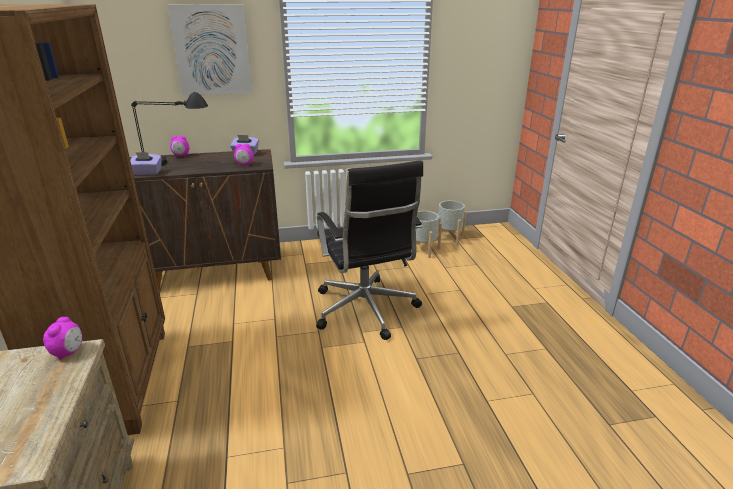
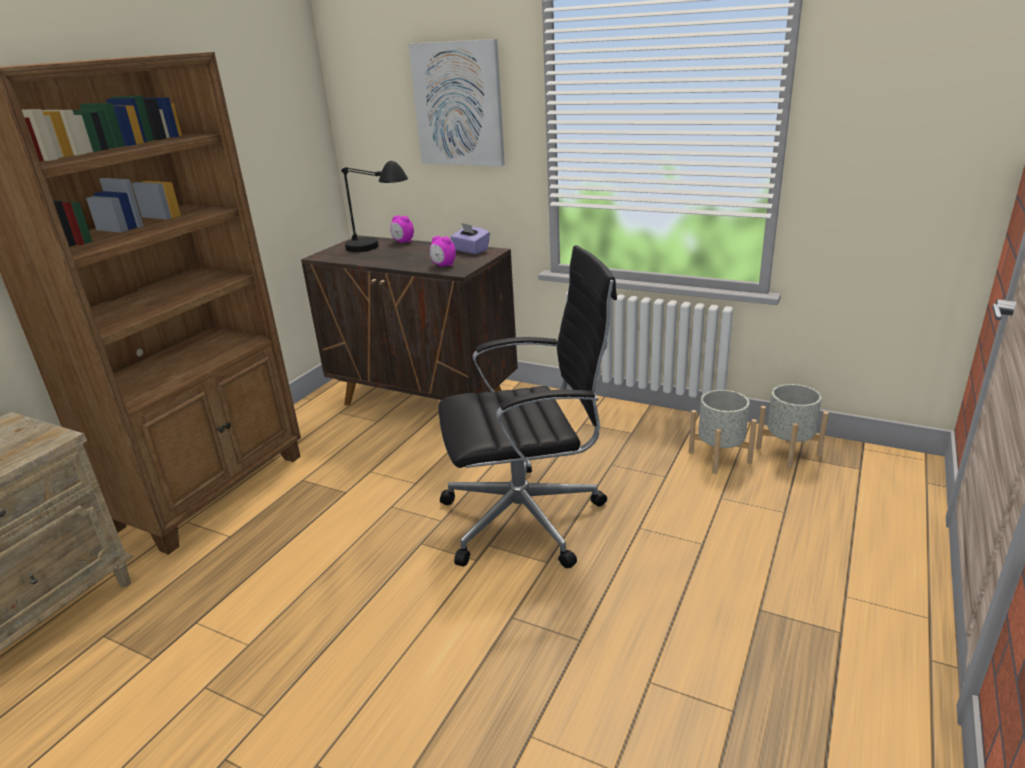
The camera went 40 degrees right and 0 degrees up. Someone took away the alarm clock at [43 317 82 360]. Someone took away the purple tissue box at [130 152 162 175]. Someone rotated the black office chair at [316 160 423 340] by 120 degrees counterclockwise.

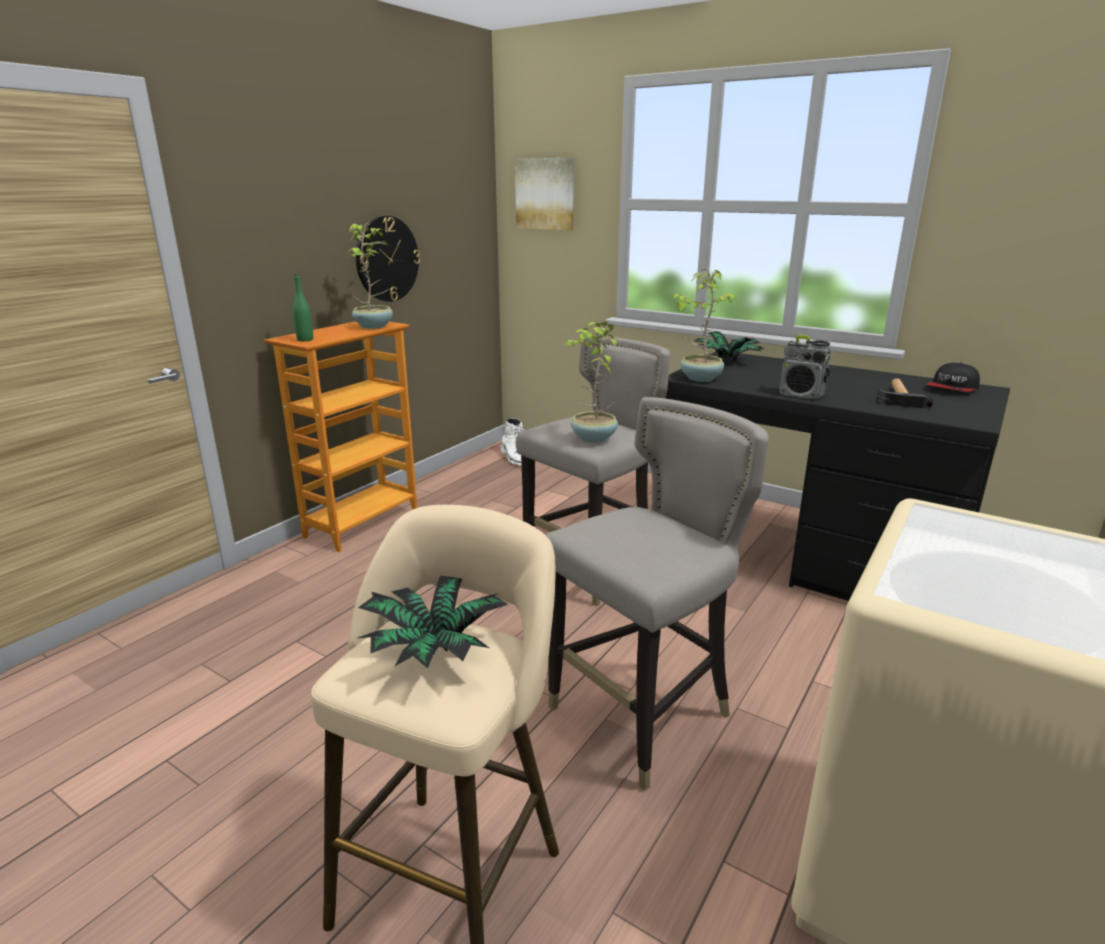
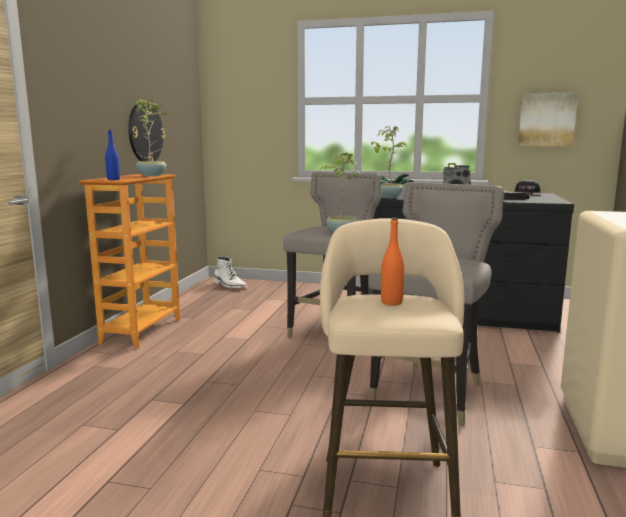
The camera went 20 degrees left and 10 degrees down. Someone repainted the green bottle at [293 274 313 341], which became the blue bottle at [105 130 120 180]. Someone swapped the potted plant at [358 576 508 669] for the orange bottle at [381 218 404 306]. Someone carried the picture from [515 158 574 230] to [518 92 578 146].

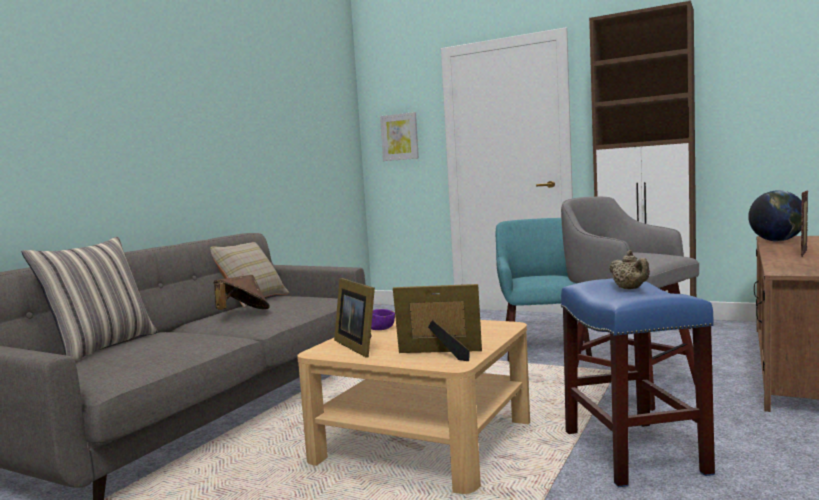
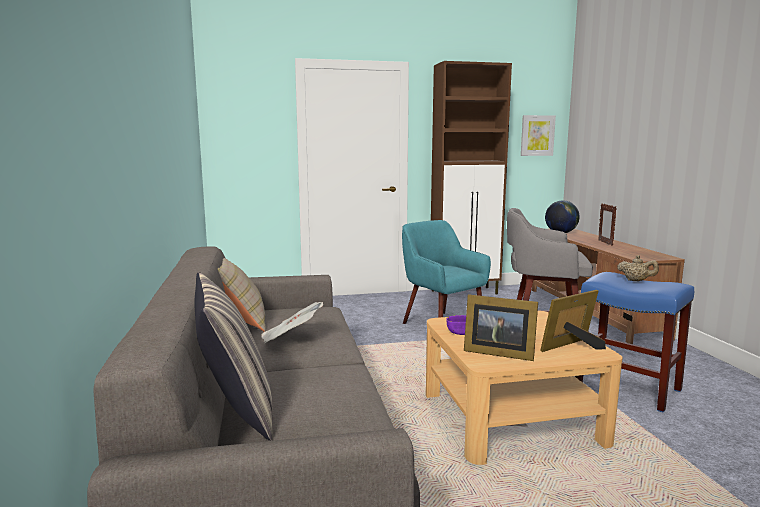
The camera went 40 degrees left and 5 degrees up. Someone swapped the brown hat at [214 275 270 310] for the newspaper at [262 302 323 343]. Someone carried the picture from [380 112 419 161] to [521 115 556 156].

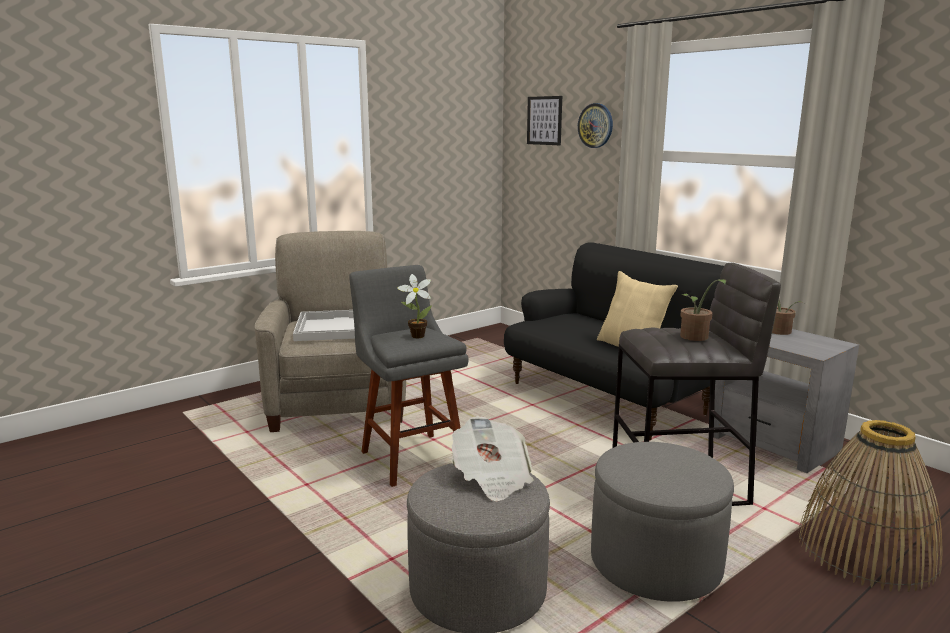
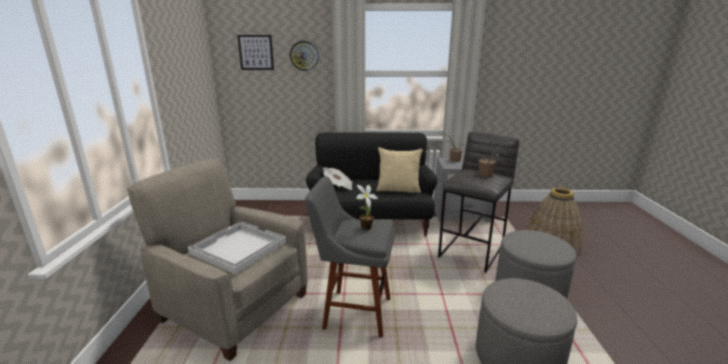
The camera went 50 degrees left and 5 degrees up. Someone carried the newspaper from [452 416 534 501] to [323 167 353 190].

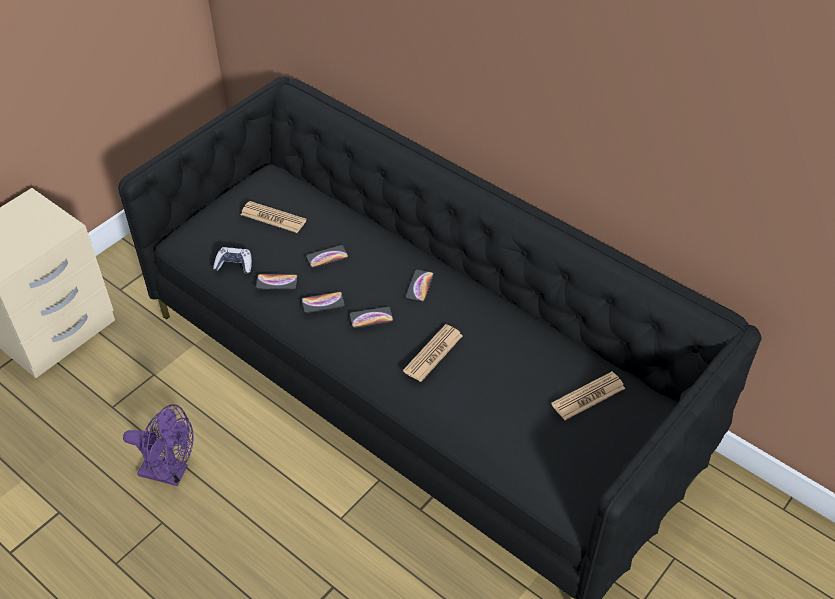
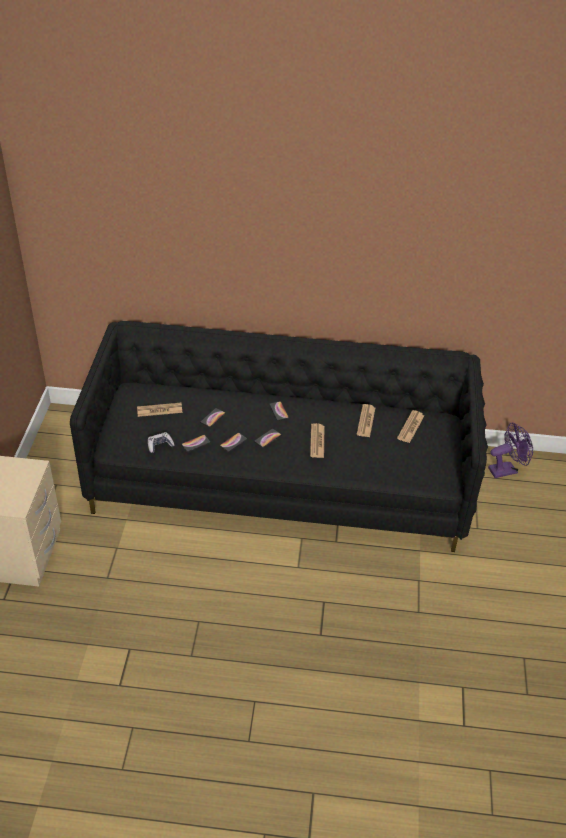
The camera went 35 degrees left and 5 degrees down. Someone carried the purple fan from [123 404 194 486] to [488 423 533 478]. Someone put down the newspaper at [356 404 375 437].

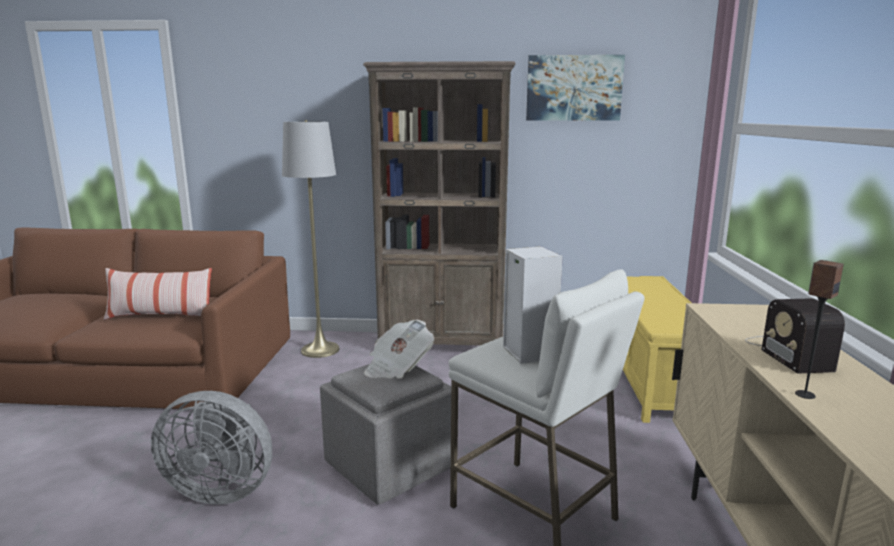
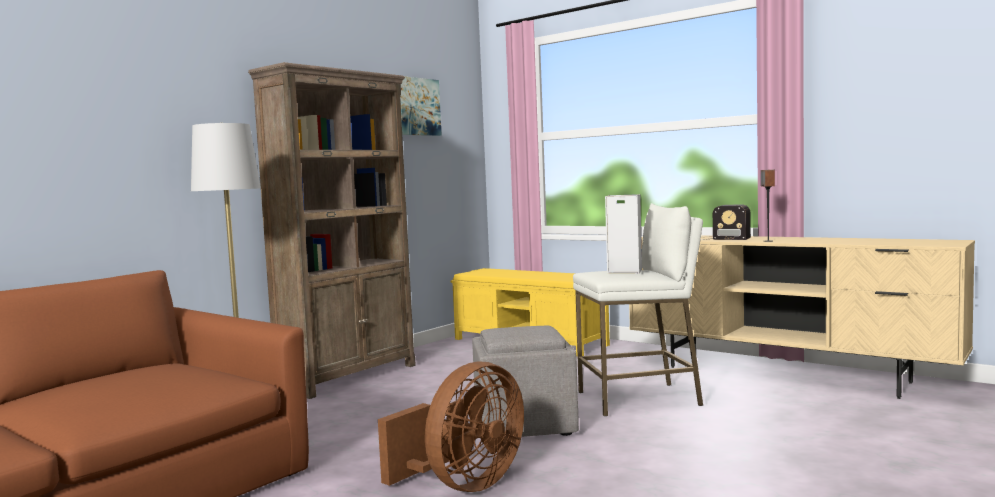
The camera went 55 degrees left and 10 degrees down. Someone took away the pillow at [104 268 212 320]. Someone repainted the grey fan at [151 391 272 505], which became the brown fan at [378 362 524 492]. Someone took away the newspaper at [364 320 434 379].

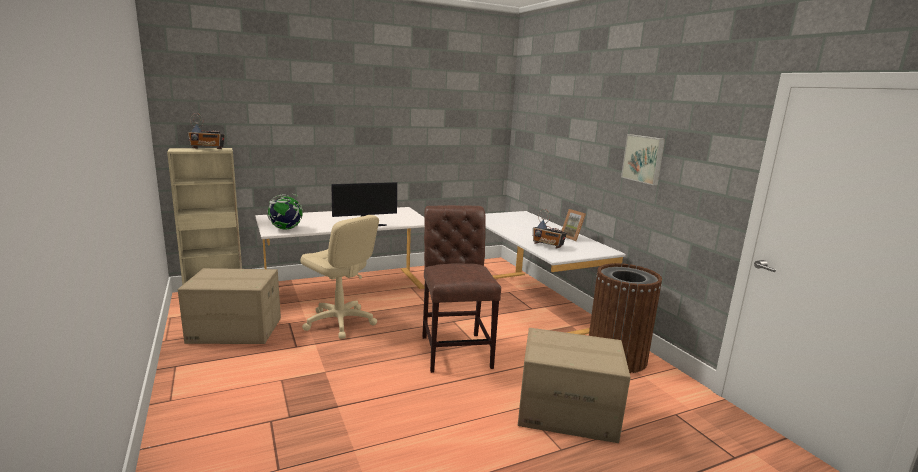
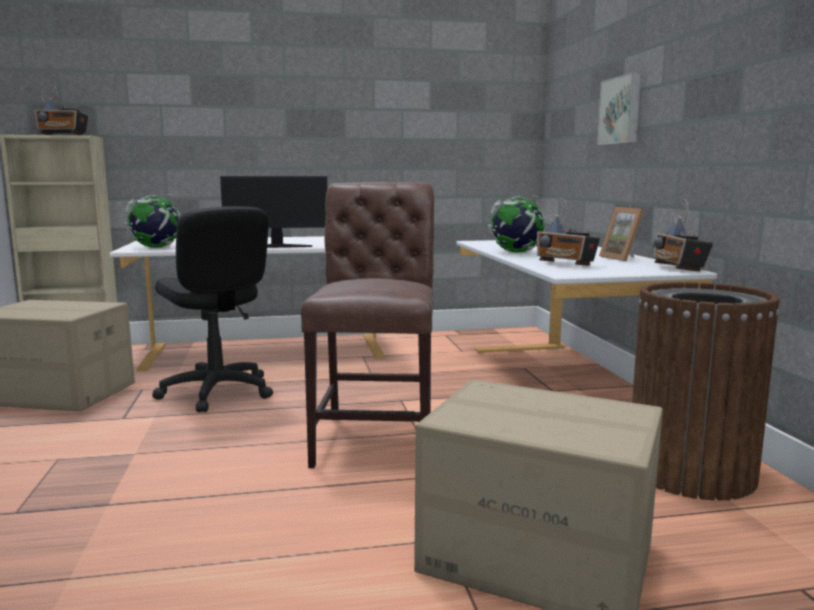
The camera went 15 degrees right and 5 degrees down. Someone repainted the beige office chair at [300 215 379 339], which became the black office chair at [152 206 273 412]. Someone carried the picture from [621 134 665 185] to [597 72 641 145]. Someone put down the globe at [488 196 546 253]. Someone put down the radio at [653 199 713 272].

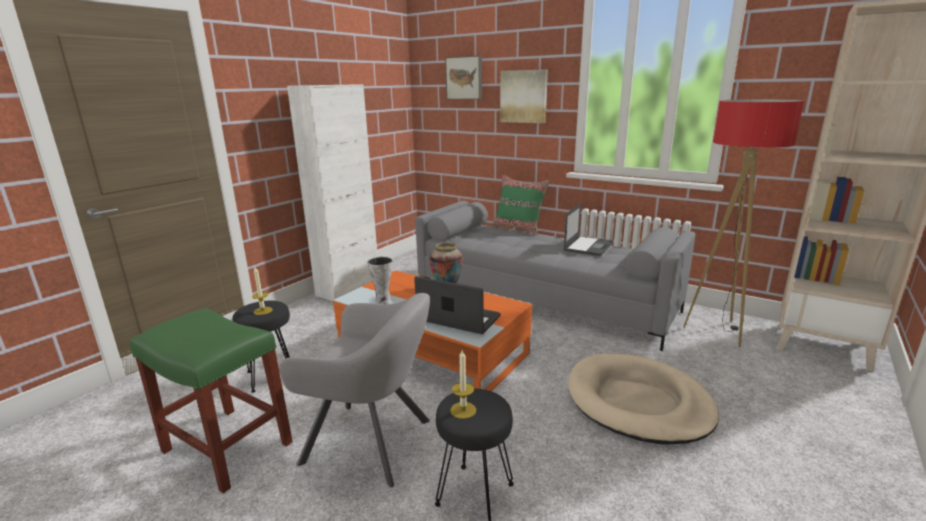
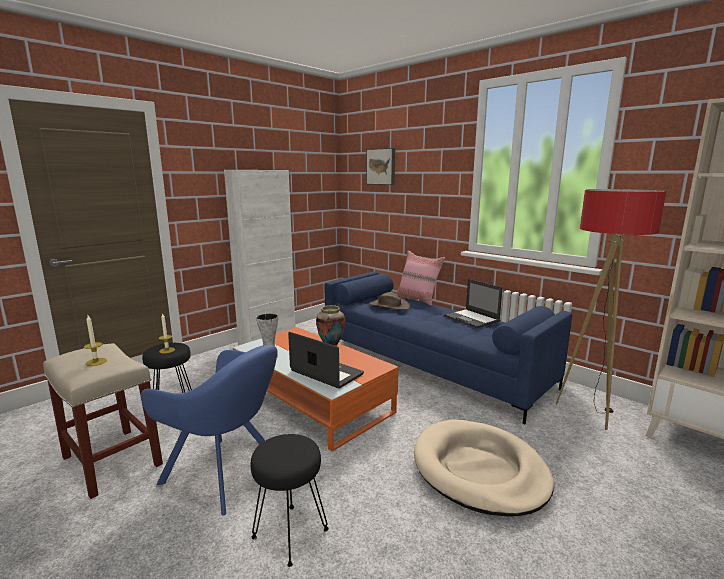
The camera went 10 degrees right and 5 degrees down. Someone repainted the green stool at [130 308 293 494], which became the beige stool at [43 343 163 499]. Someone repainted the grey armchair at [279 293 430 488], which became the blue armchair at [141 345 278 516]. Someone repainted the grey sofa at [415 201 696 351], which became the blue sofa at [324 272 572 424]. Someone carried the candle from [450 350 476 419] to [84 315 107 366]. Someone repainted the green pillow at [492 175 550 235], which became the pink pillow at [396 251 445 306]. Someone took away the picture at [500 69 548 123]. Someone rotated the laptop at [563 203 613 256] by 105 degrees clockwise. Someone put down the brown hat at [369 292 411 310].

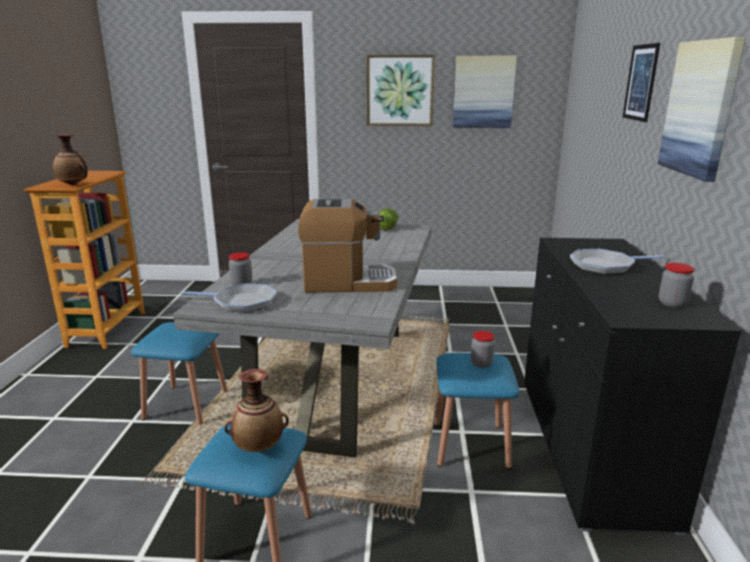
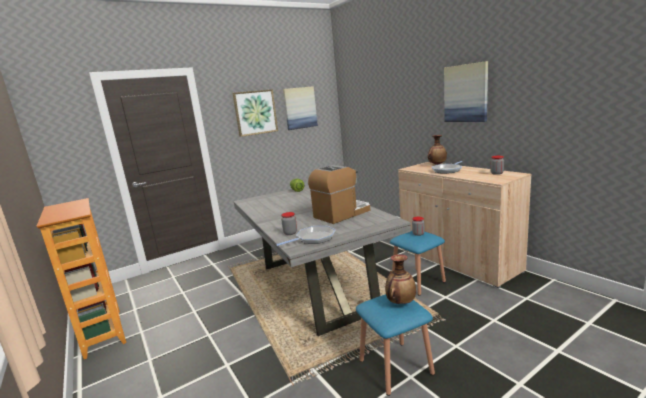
The camera went 35 degrees left and 5 degrees down. Someone carried the vase from [53 134 88 186] to [428 135 447 165]. Someone took away the blue stool at [131 322 228 425]. Someone repainted the black cabinet at [524 238 741 535], which became the beige cabinet at [398 162 532 288]. Someone took away the picture at [623 43 660 122].

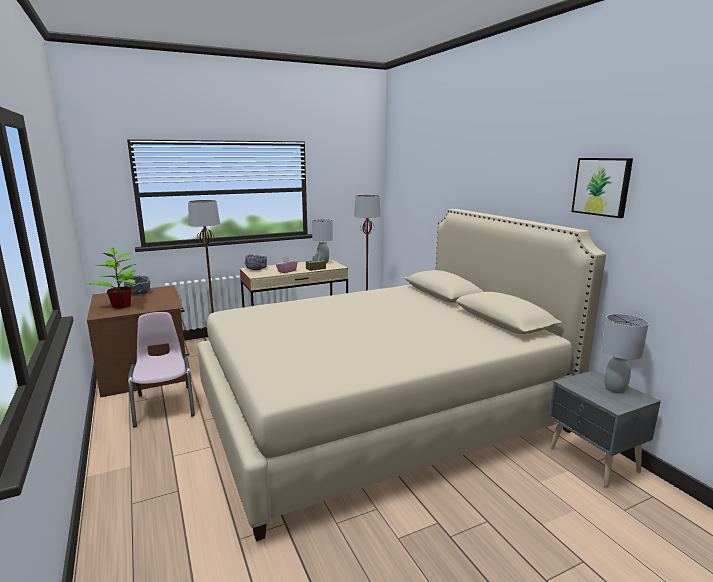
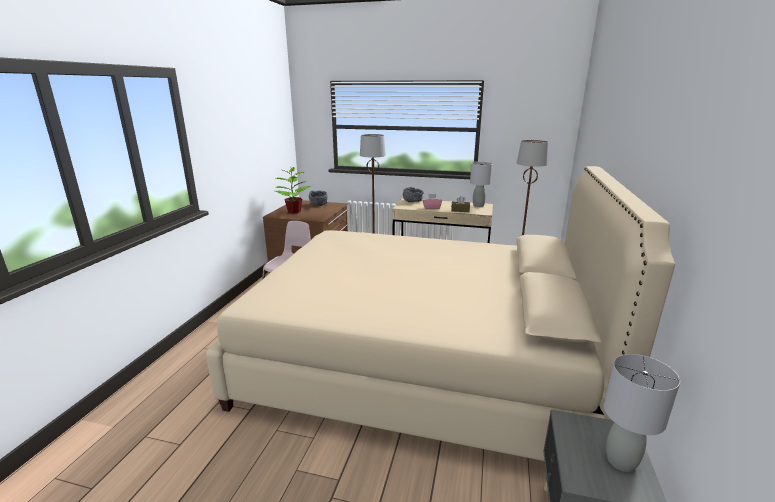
The camera went 40 degrees right and 5 degrees up. Someone took away the picture at [571 158 633 218].

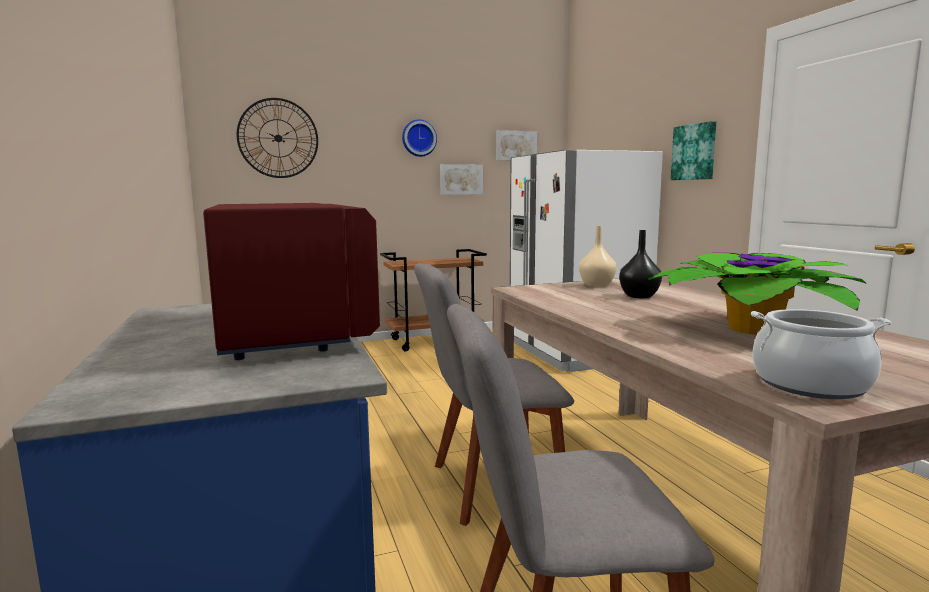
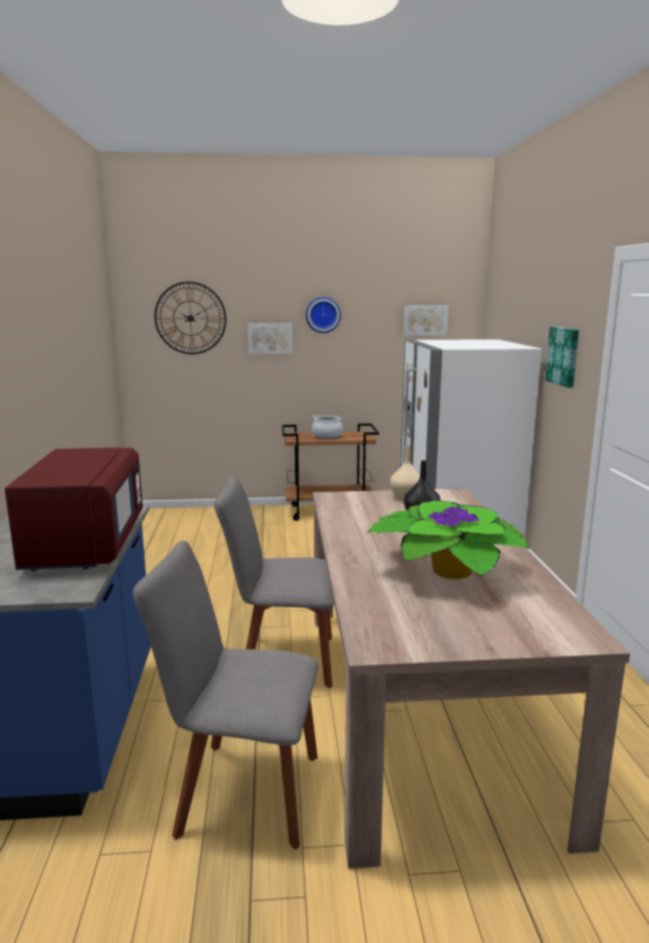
The camera went 15 degrees right and 5 degrees up. Someone carried the picture from [440 164 483 195] to [248 323 293 354]. Someone carried the cooking pot from [751 309 891 399] to [312 415 343 439].

